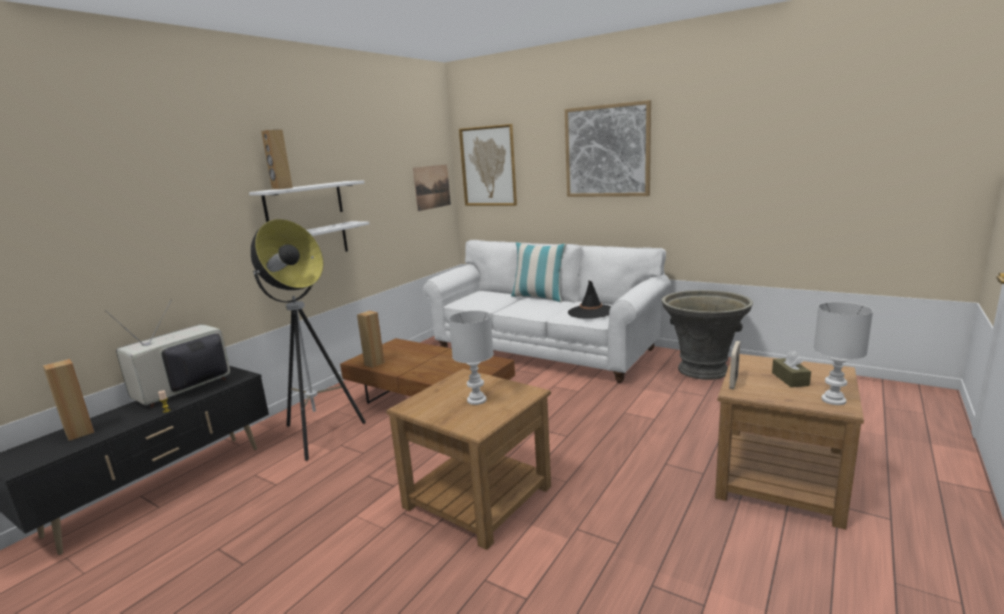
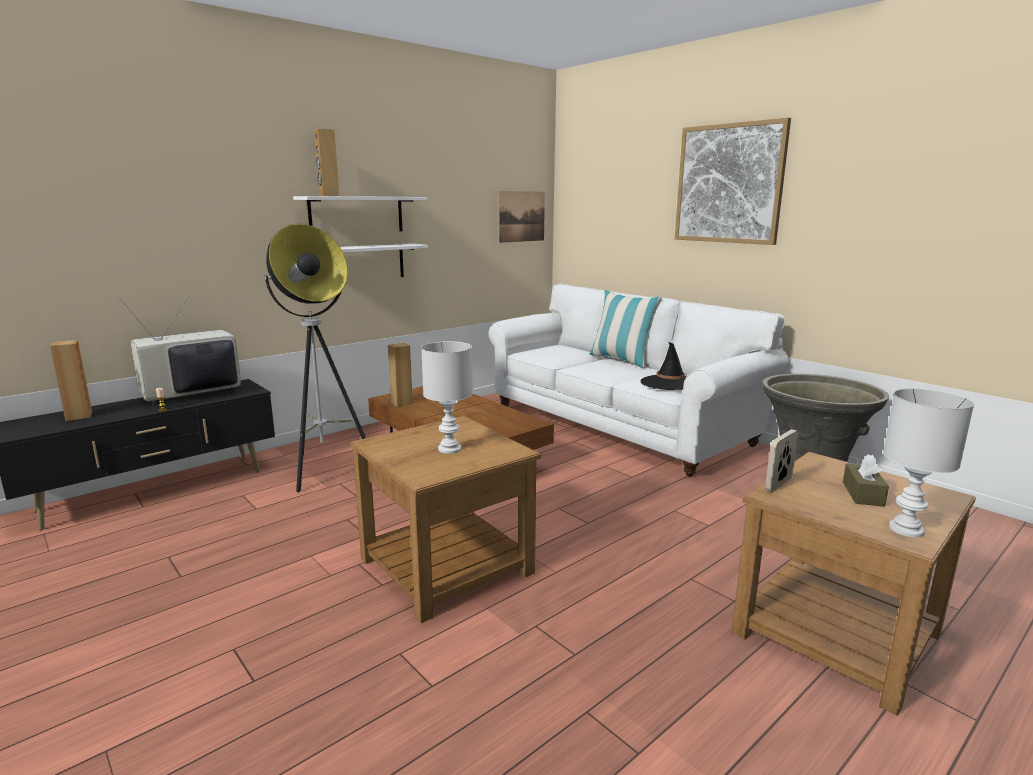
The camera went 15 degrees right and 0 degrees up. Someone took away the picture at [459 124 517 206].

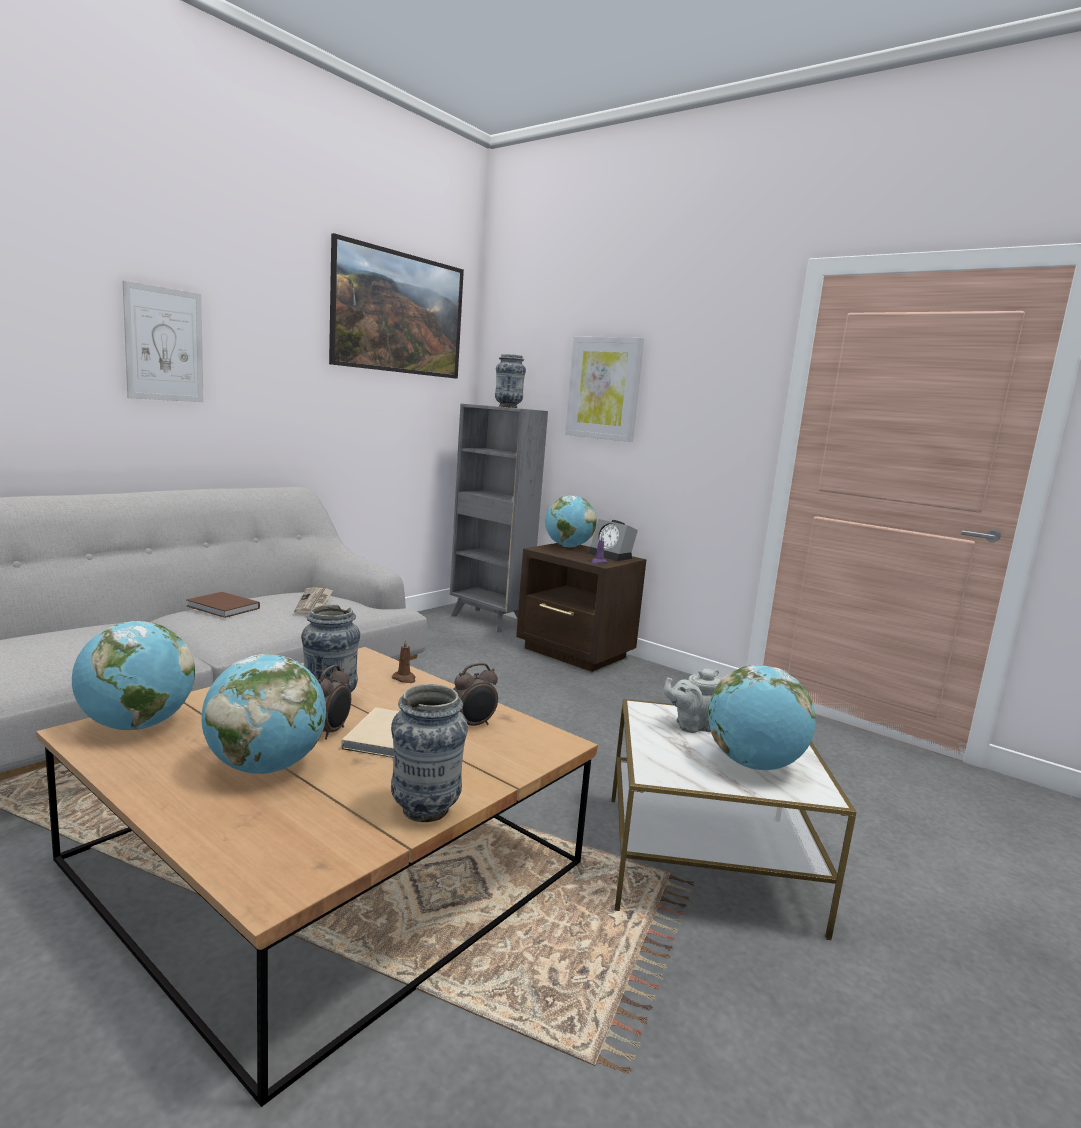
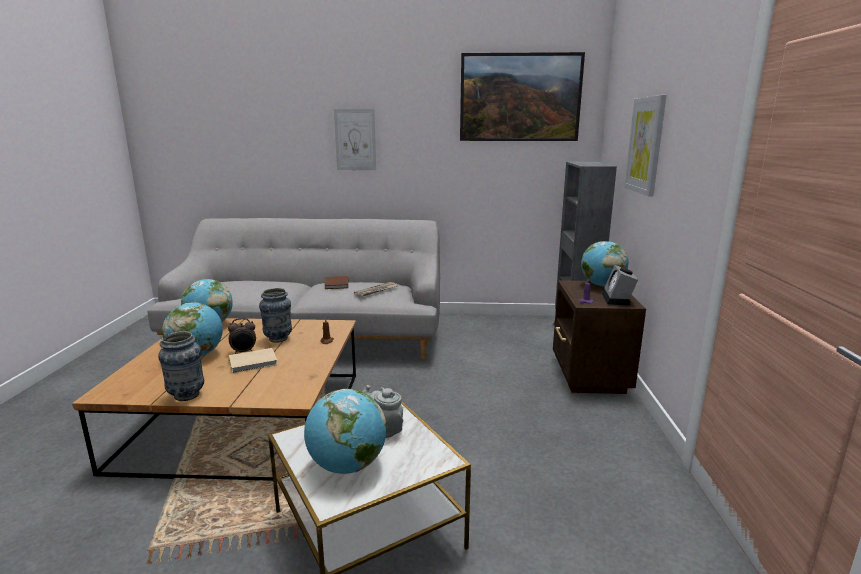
The camera went 55 degrees right and 5 degrees up. Someone took away the alarm clock at [454 663 498 726]. Someone took away the vase at [495 354 526 408].

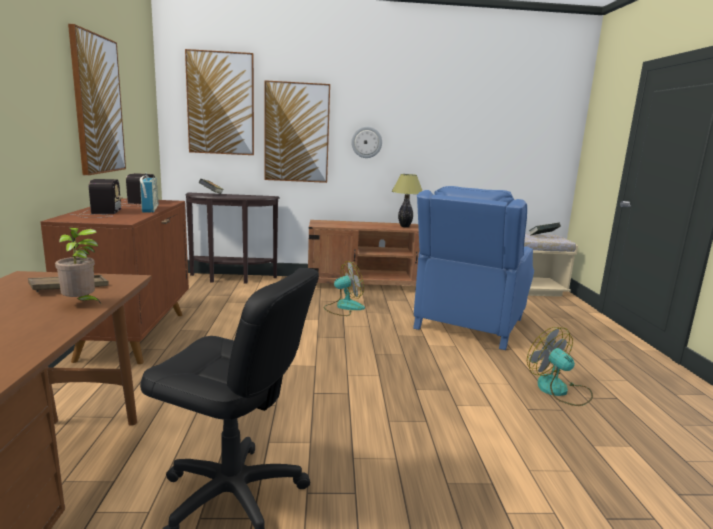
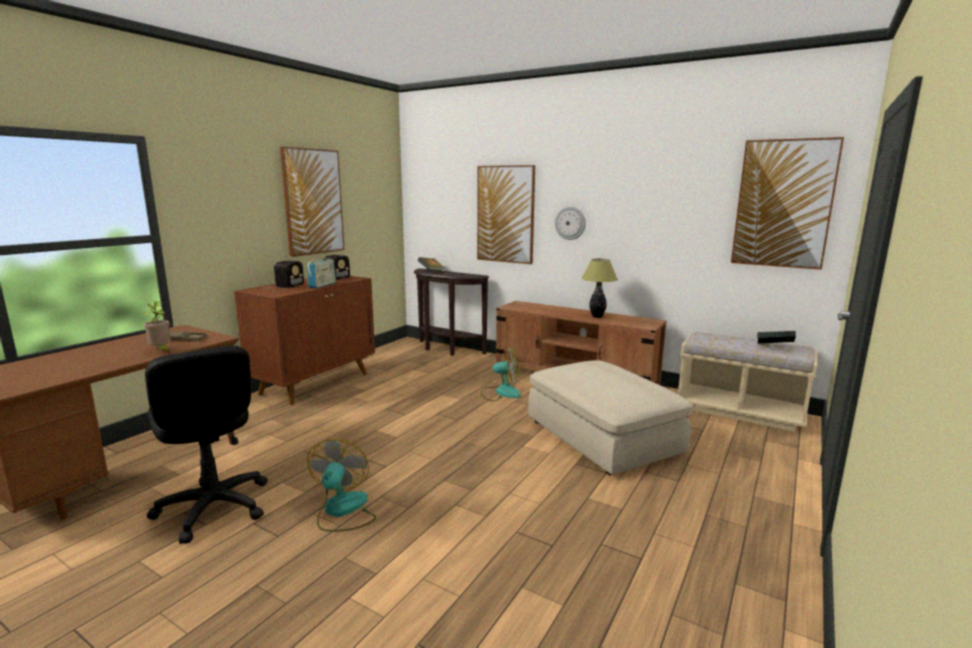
The camera went 35 degrees right and 0 degrees up. Someone carried the picture from [185 49 254 155] to [731 137 844 270]. Someone swapped the blue armchair at [413 186 534 350] for the beige ottoman at [528 360 693 475]. Someone carried the fan from [527 327 593 406] to [307 439 376 532].

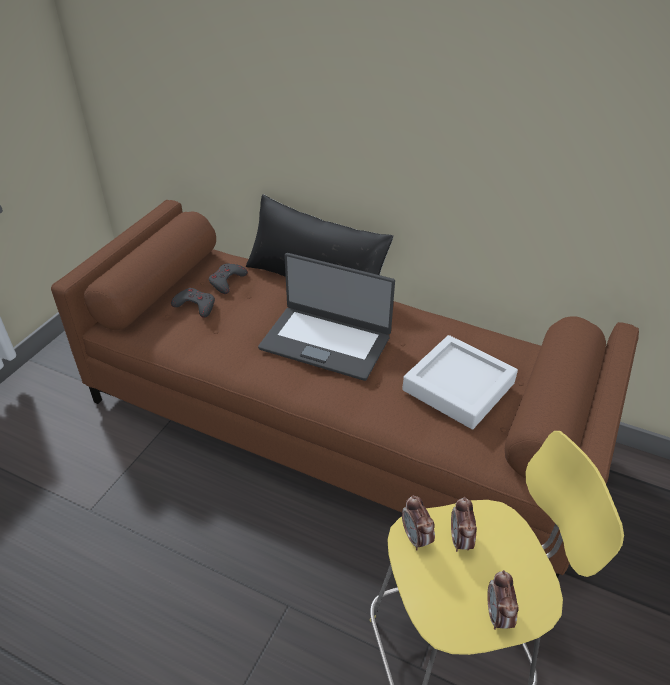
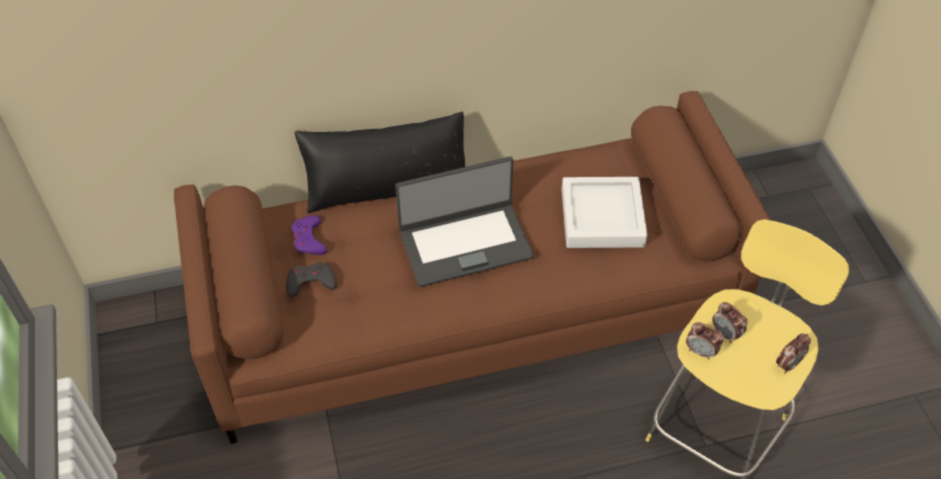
The camera went 40 degrees left and 10 degrees up. Someone repainted the grey game controller at [209 264 248 294], which became the purple game controller at [292 215 327 255]. Someone rotated the alarm clock at [487 570 519 630] by 90 degrees counterclockwise.

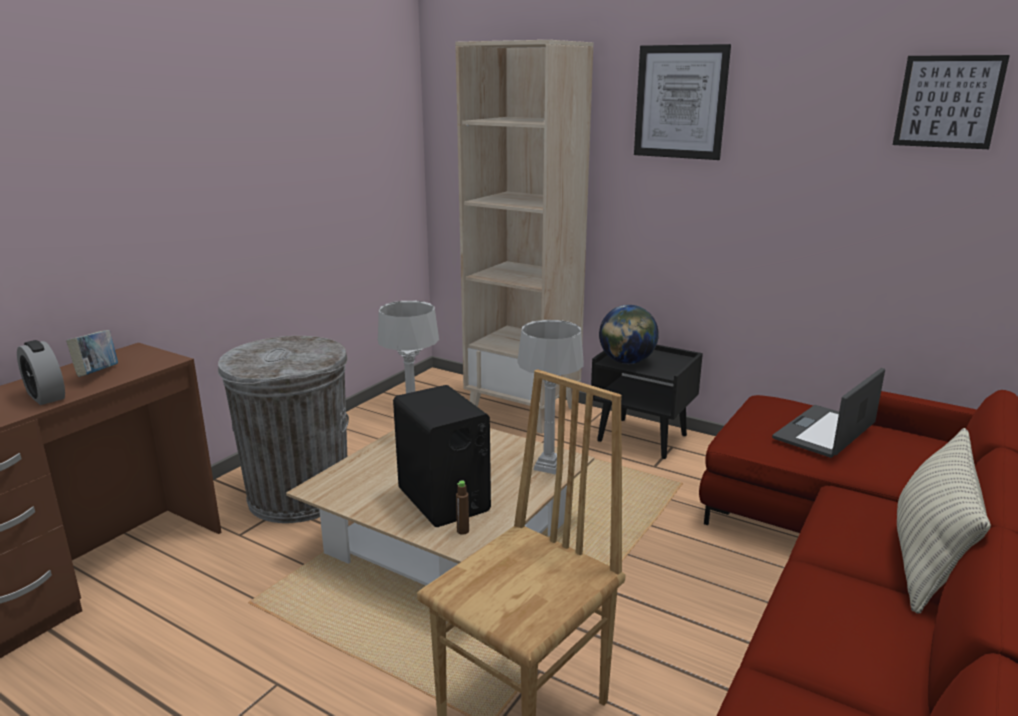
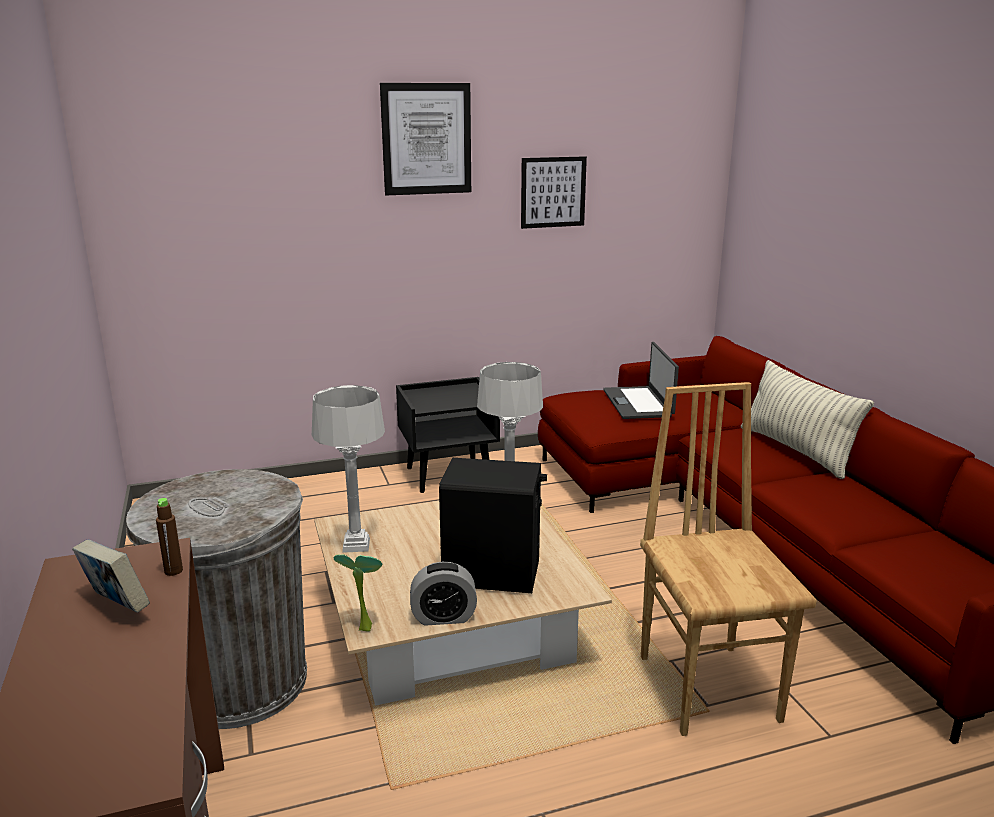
The camera went 50 degrees left and 0 degrees up. Someone carried the alarm clock from [17 340 65 405] to [410 562 477 626]. Someone took away the beige bookcase at [455 40 593 434]. Someone carried the brown bottle from [456 480 469 535] to [156 498 183 576]. Someone took away the globe at [599 305 659 364]. Someone carried the picture from [893 55 1010 149] to [521 156 587 229]. Someone put down the potted plant at [334 554 382 631].

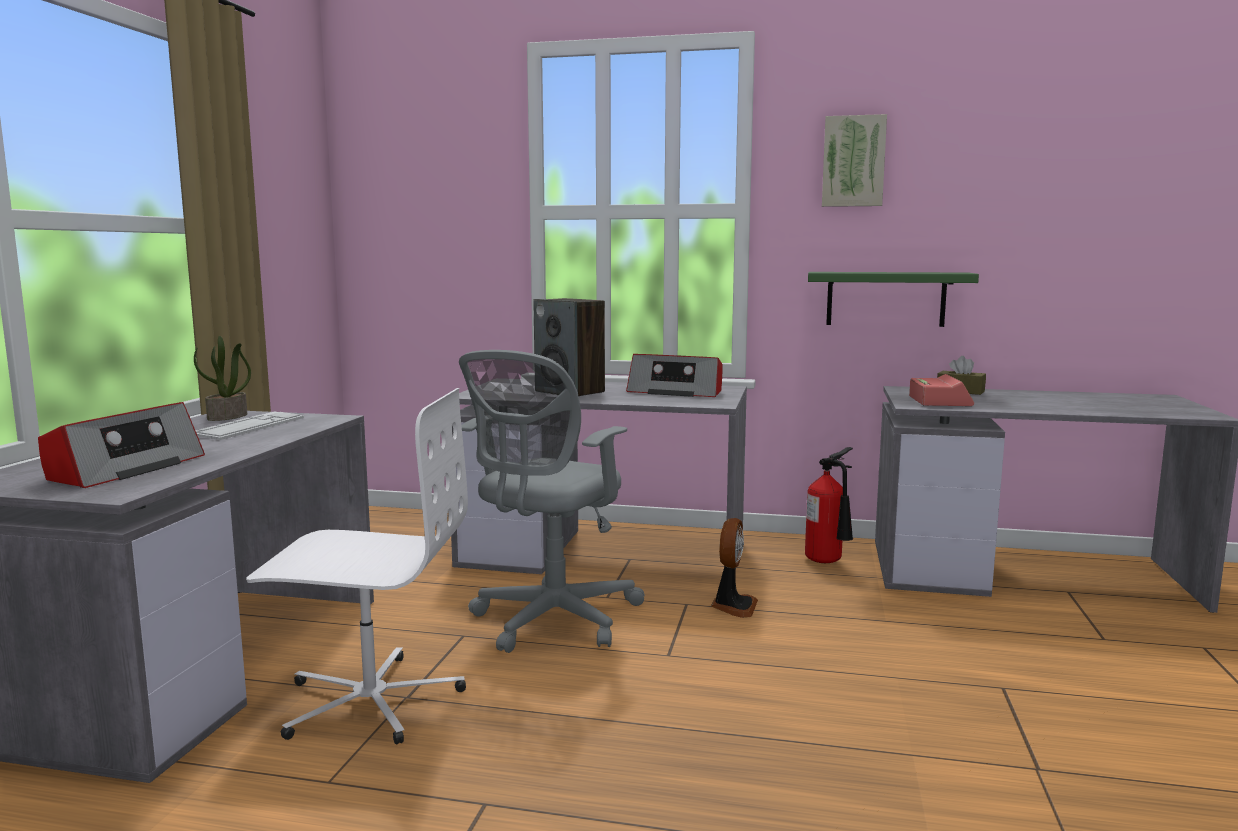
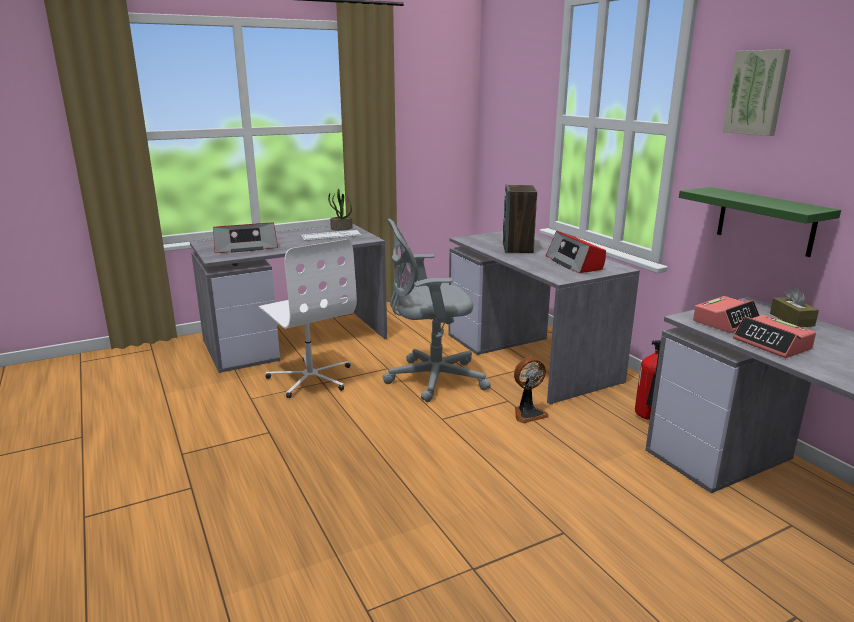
The camera went 50 degrees right and 10 degrees up. Someone put down the alarm clock at [733 315 816 358].

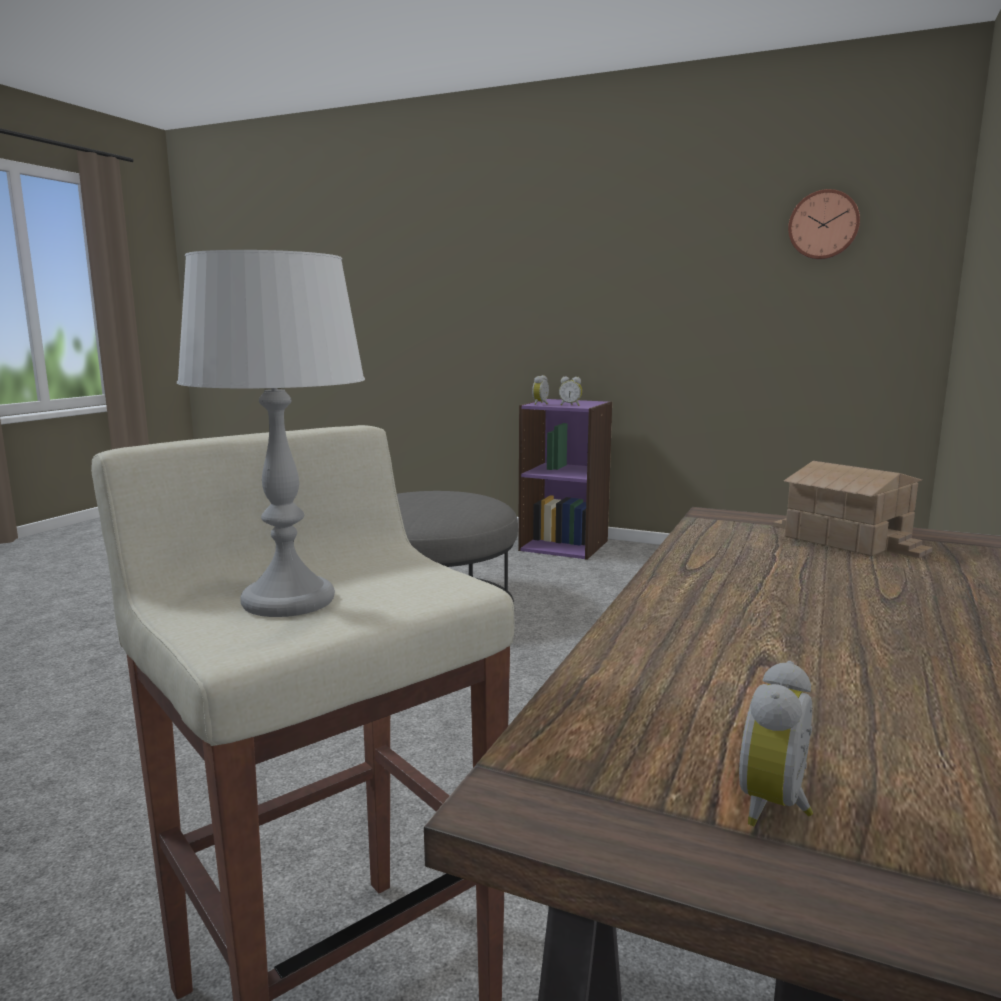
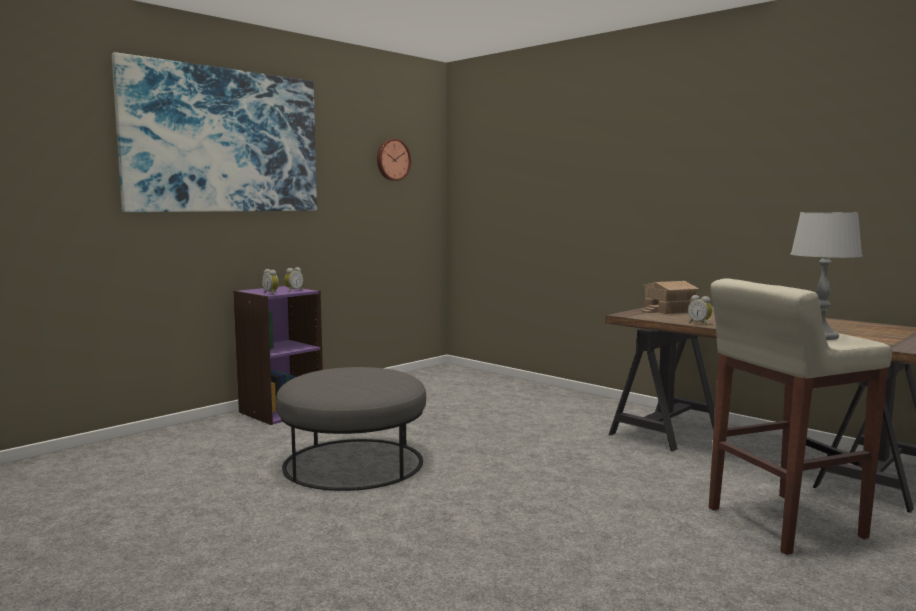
The camera went 70 degrees left and 5 degrees down. Someone carried the alarm clock from [739 661 813 826] to [688 295 712 325]. Someone put up the picture at [112 52 317 212].

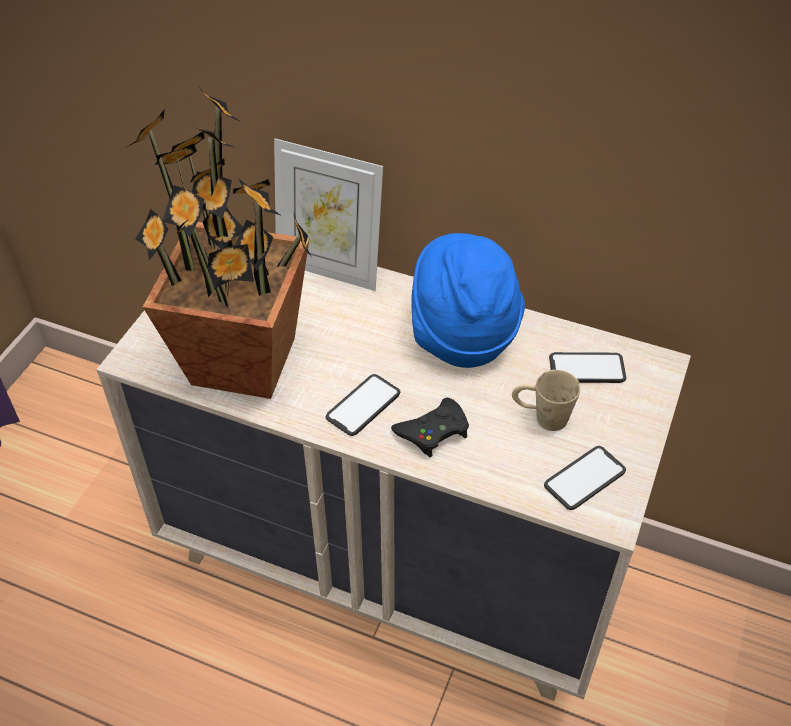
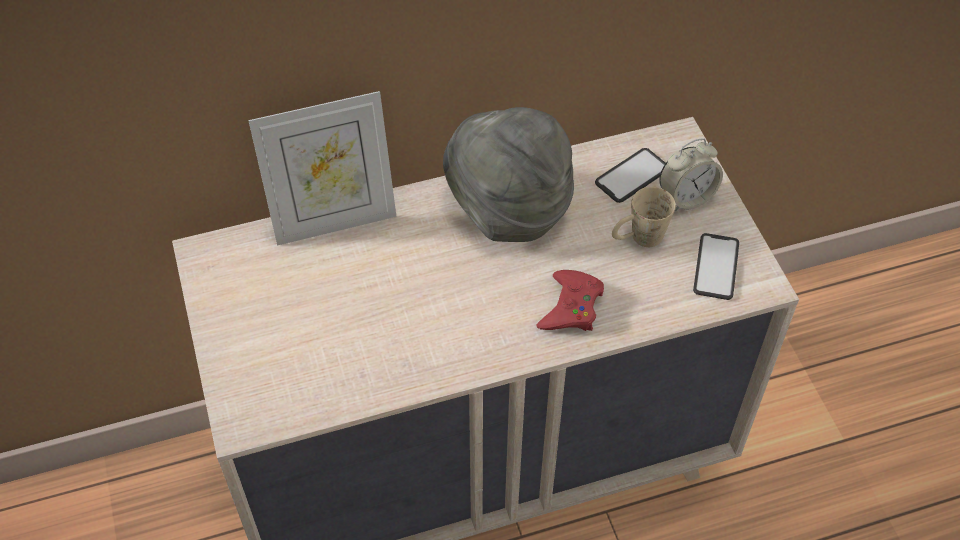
The camera went 40 degrees left and 5 degrees up. Someone took away the potted plant at [127 85 311 399]. Someone took away the phone at [326 374 400 436]. Someone repainted the black game controller at [391 398 469 457], which became the red game controller at [537 270 604 331]. Someone repainted the blue hat at [411 233 525 368], which became the grey hat at [443 107 574 242]. Someone put down the alarm clock at [659 138 723 211].

